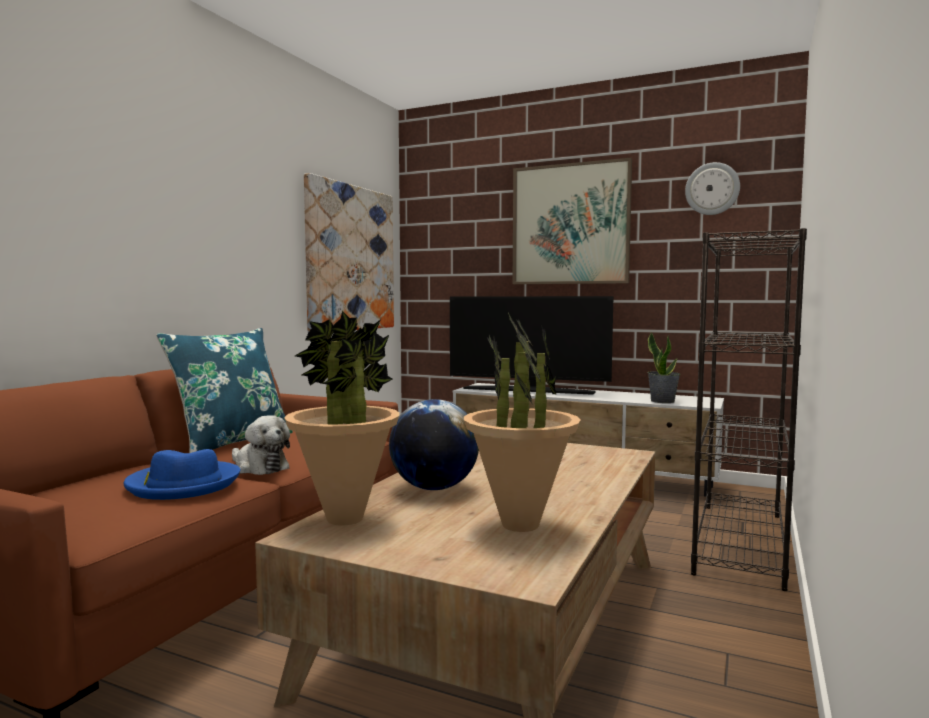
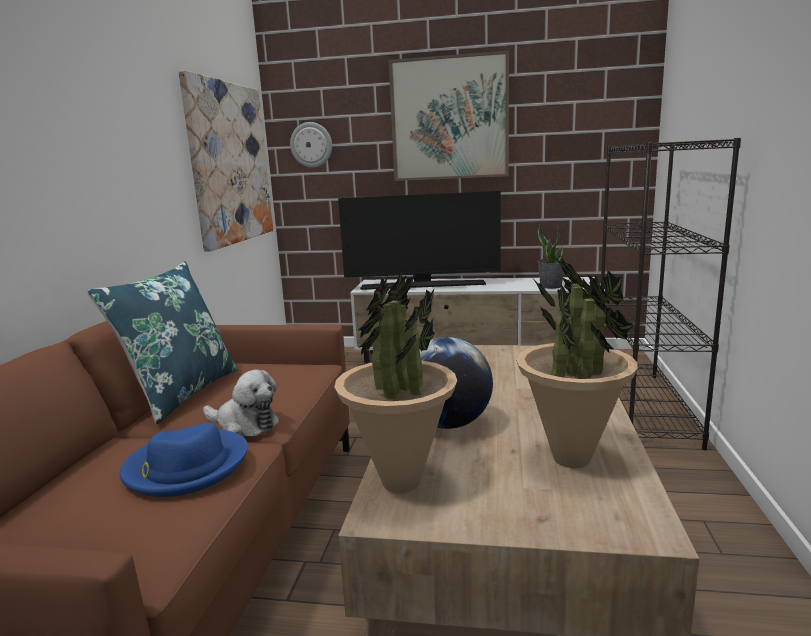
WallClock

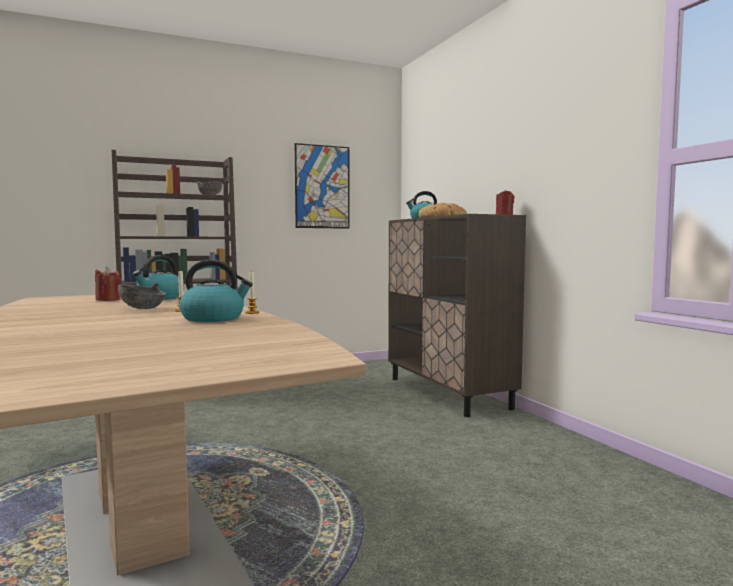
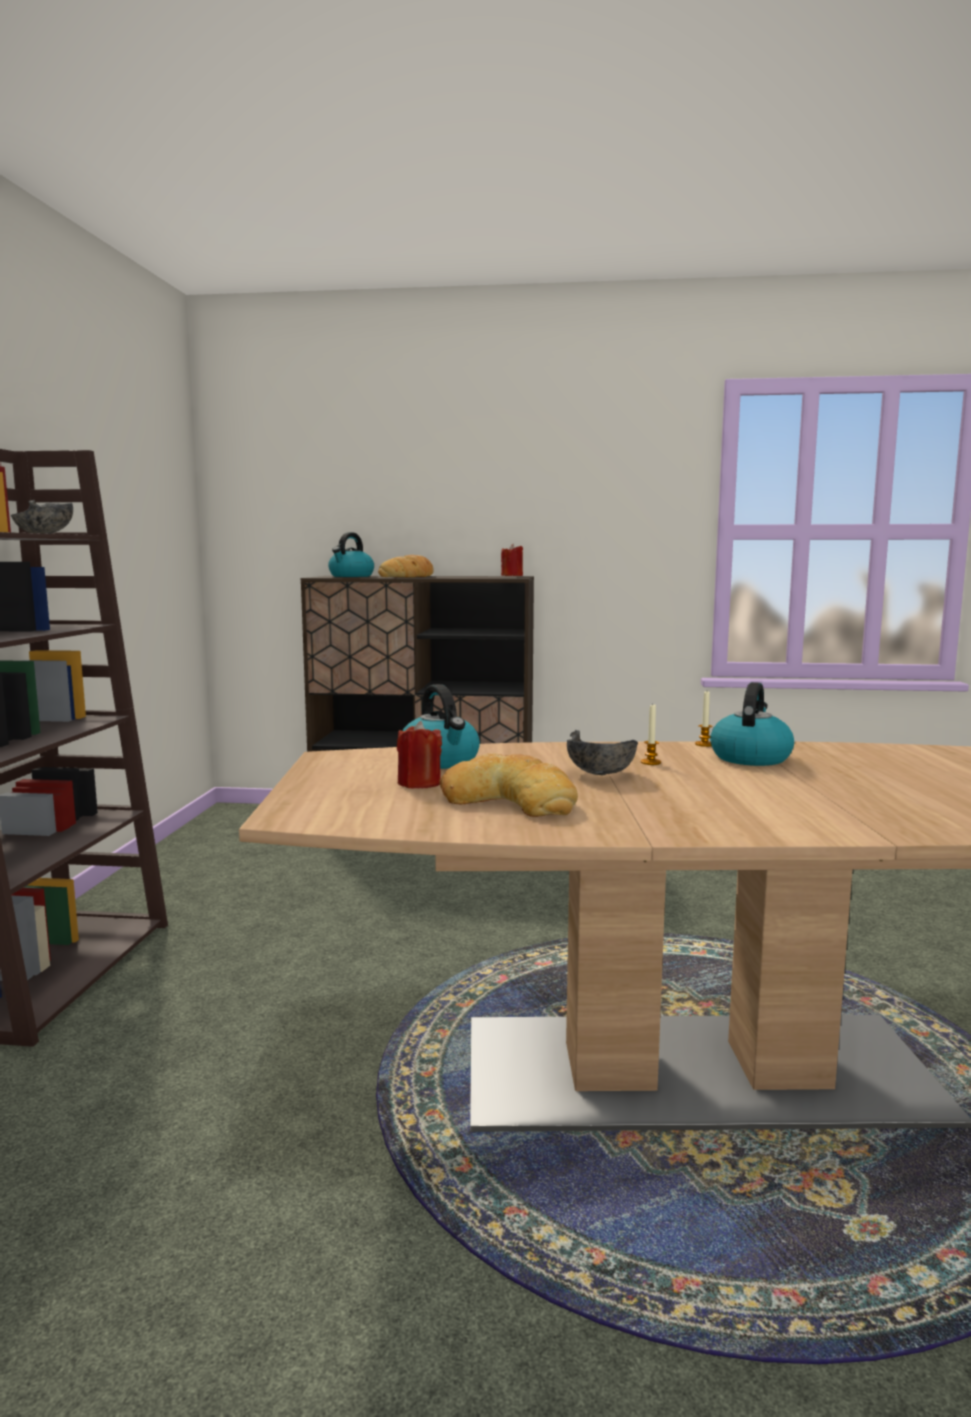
Bread (no. 2 from left)
Picture

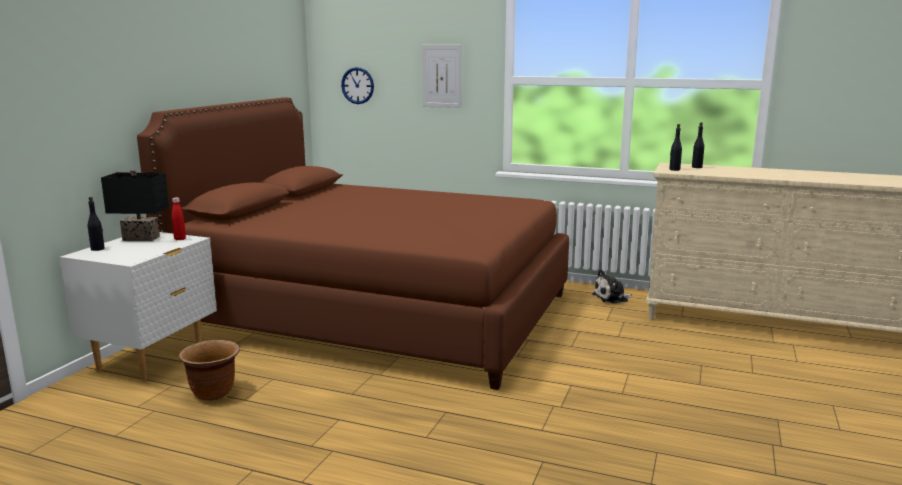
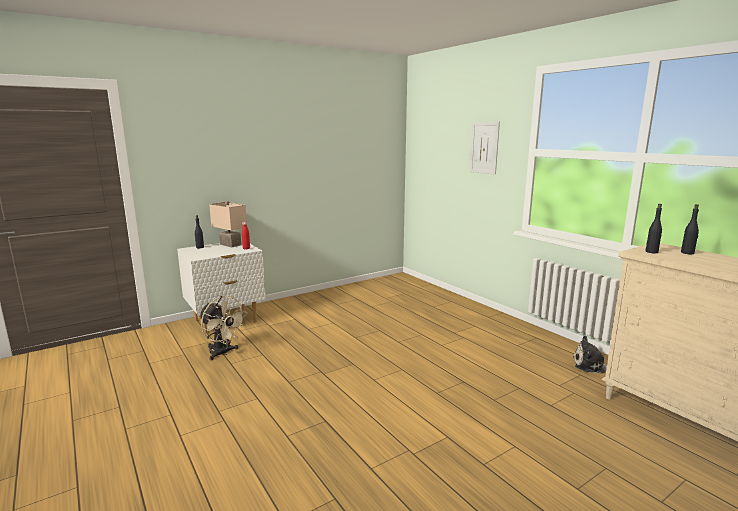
BeigeFan
BeigeTableLamp
BrownBed
WallClock

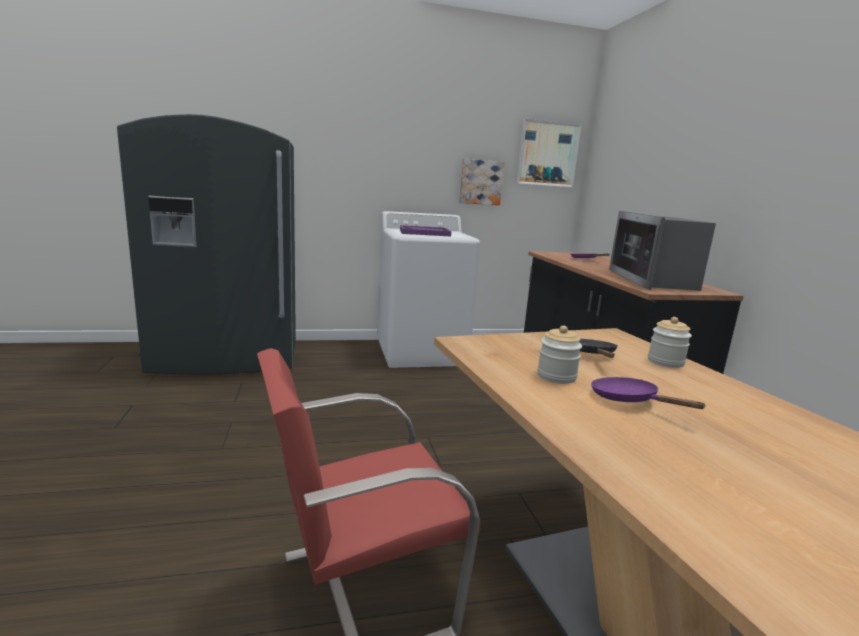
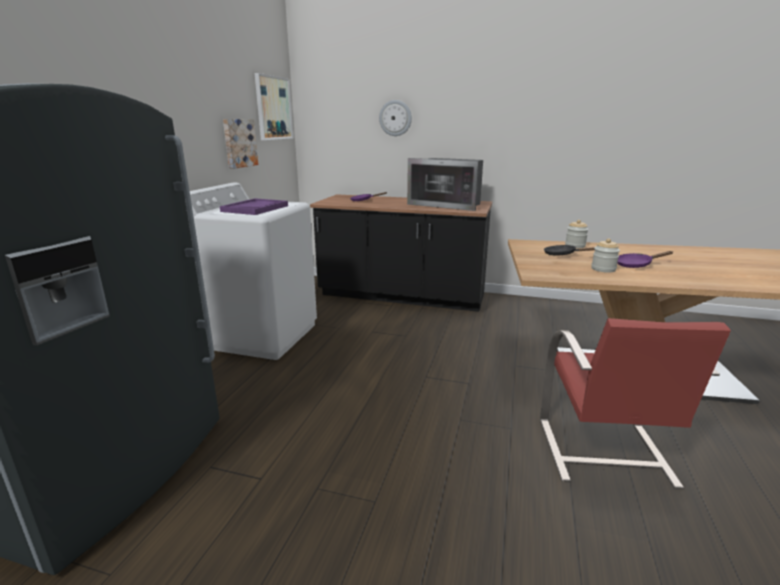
WallClock

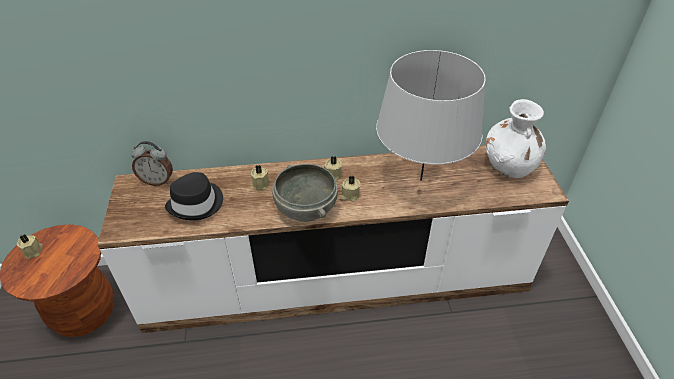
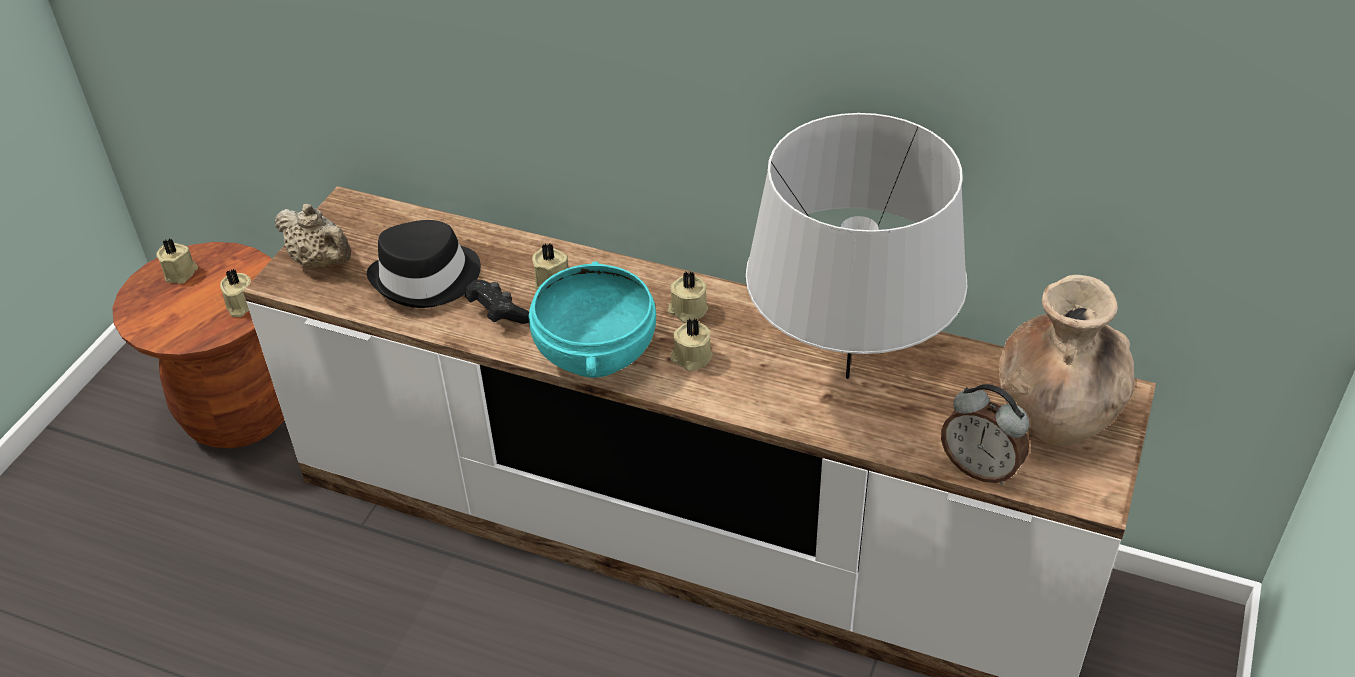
BeigeCandle (no. 2 from left)
BeigeTeapot
BlackGameController
TurquoiseBowl
AlarmClock
BrownVase

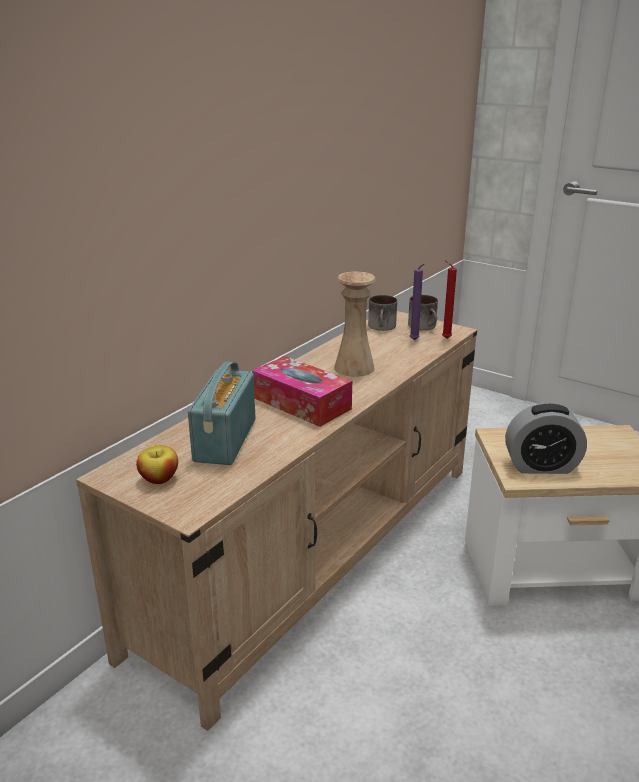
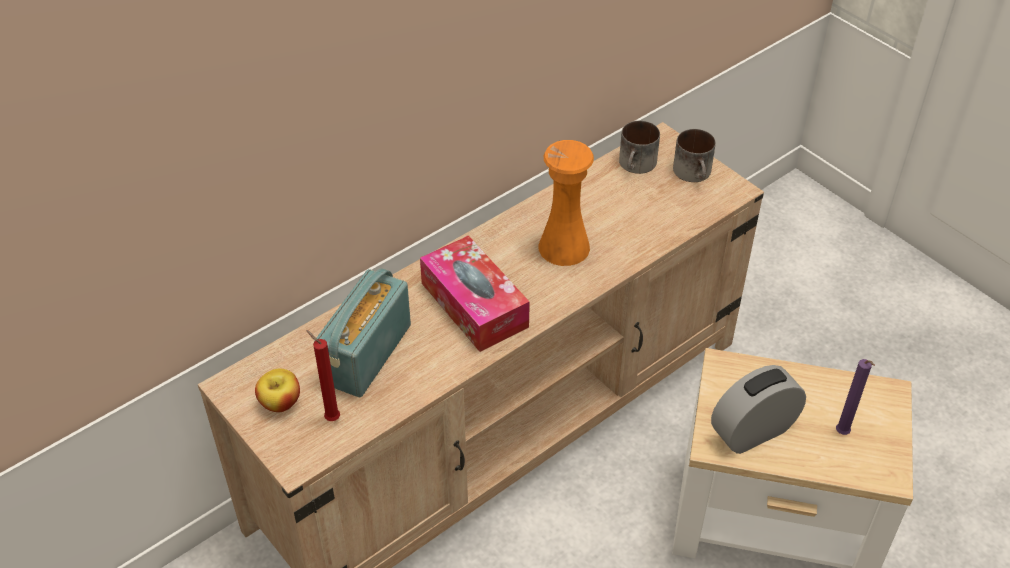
RedCandle
OrangeVase
AlarmClock
PurpleCandle

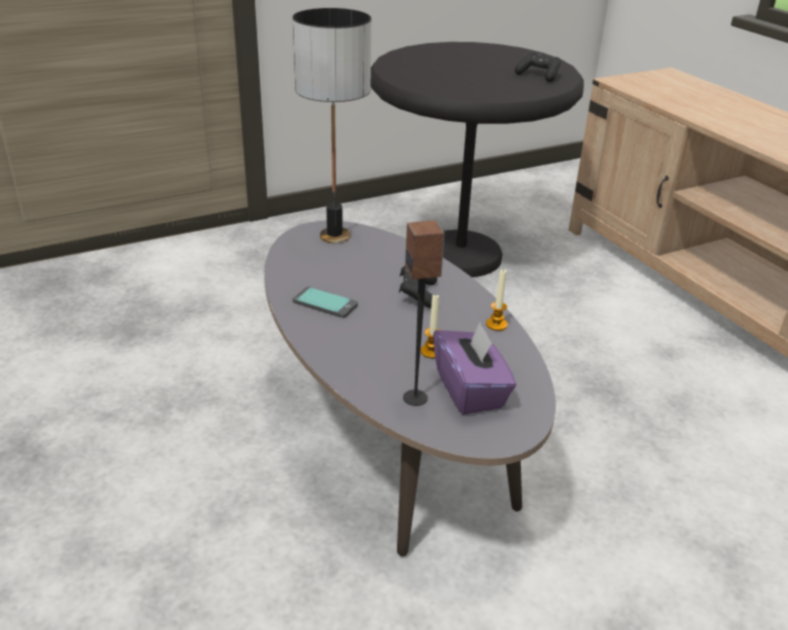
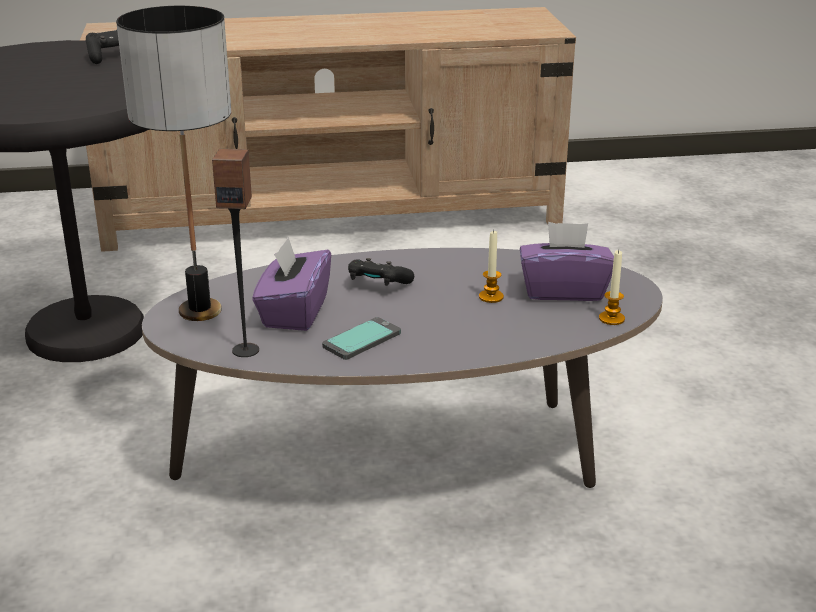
Speaker
PurpleTissueBox (no. 1 from left)
Candle (no. 2 from left)

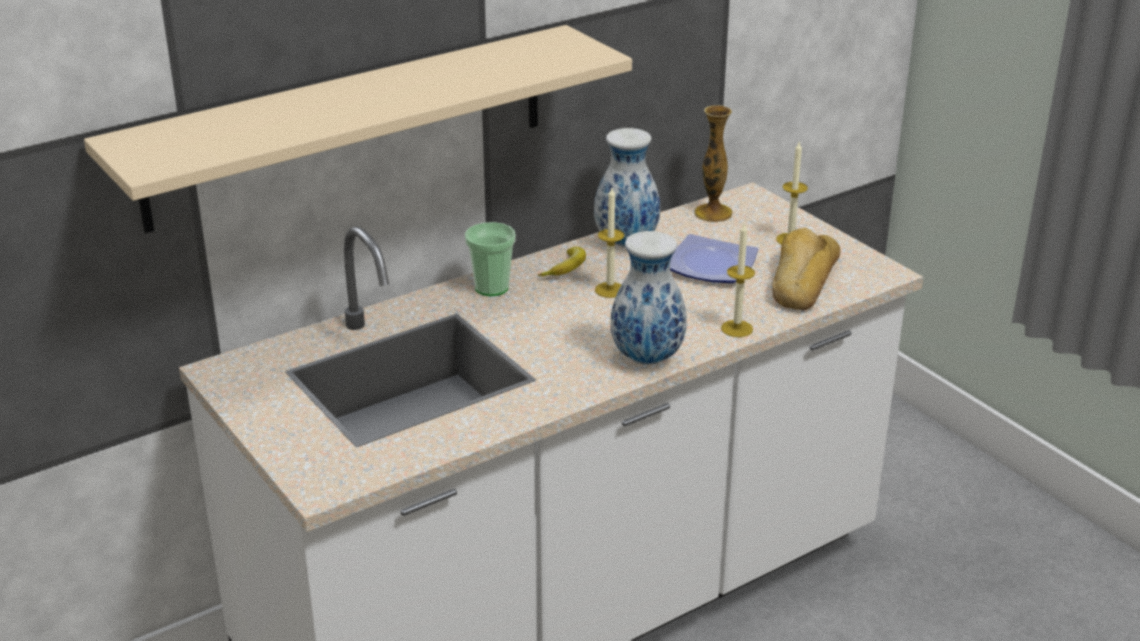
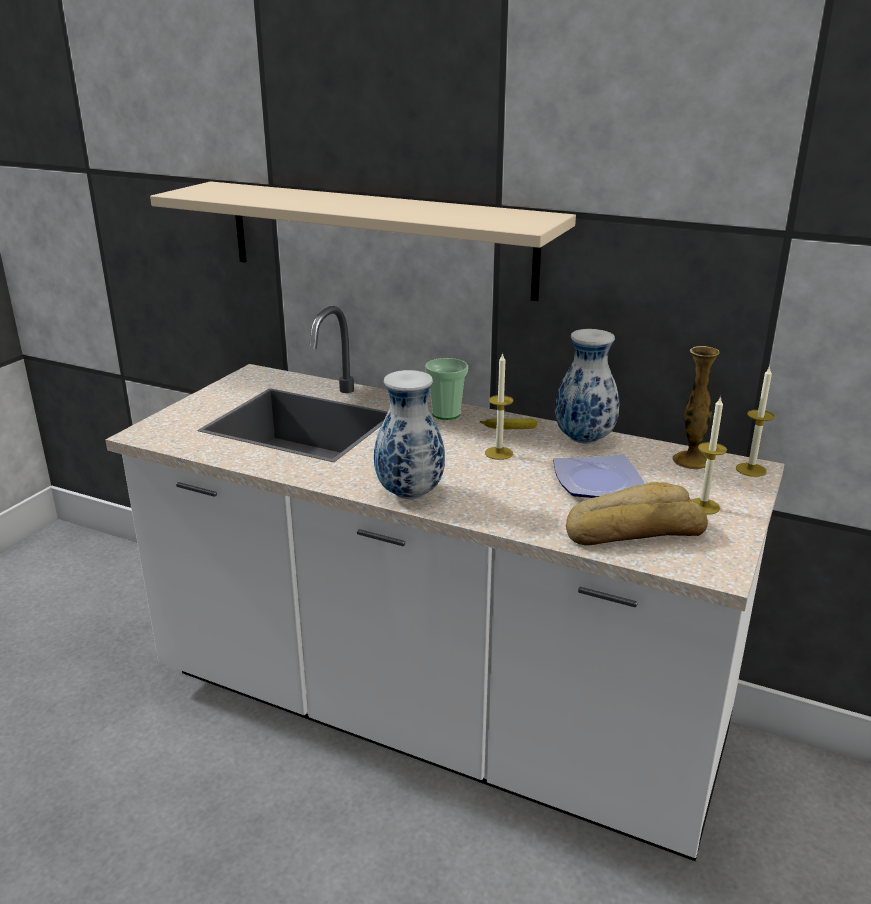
Candle (no. 3 from left)

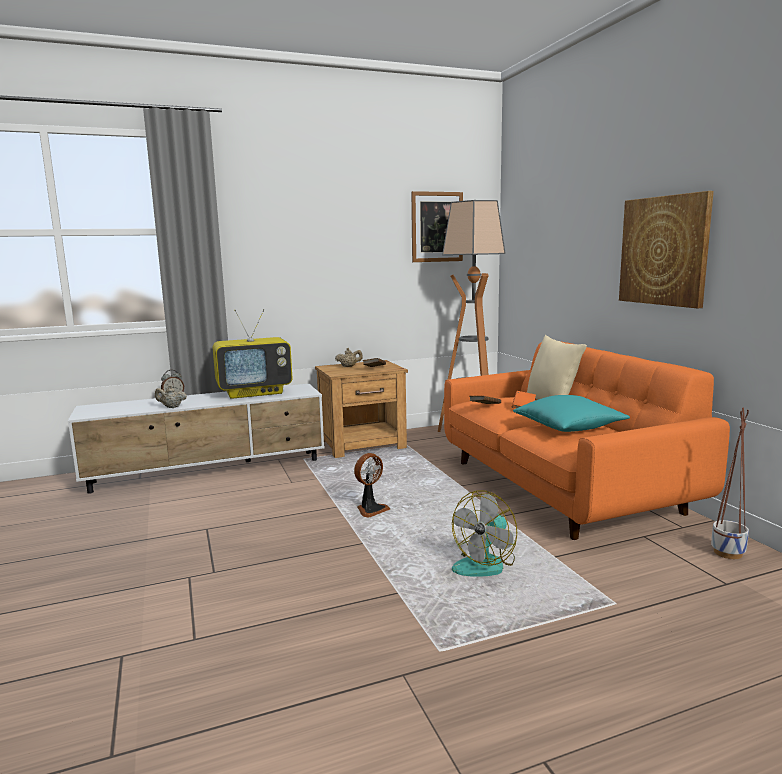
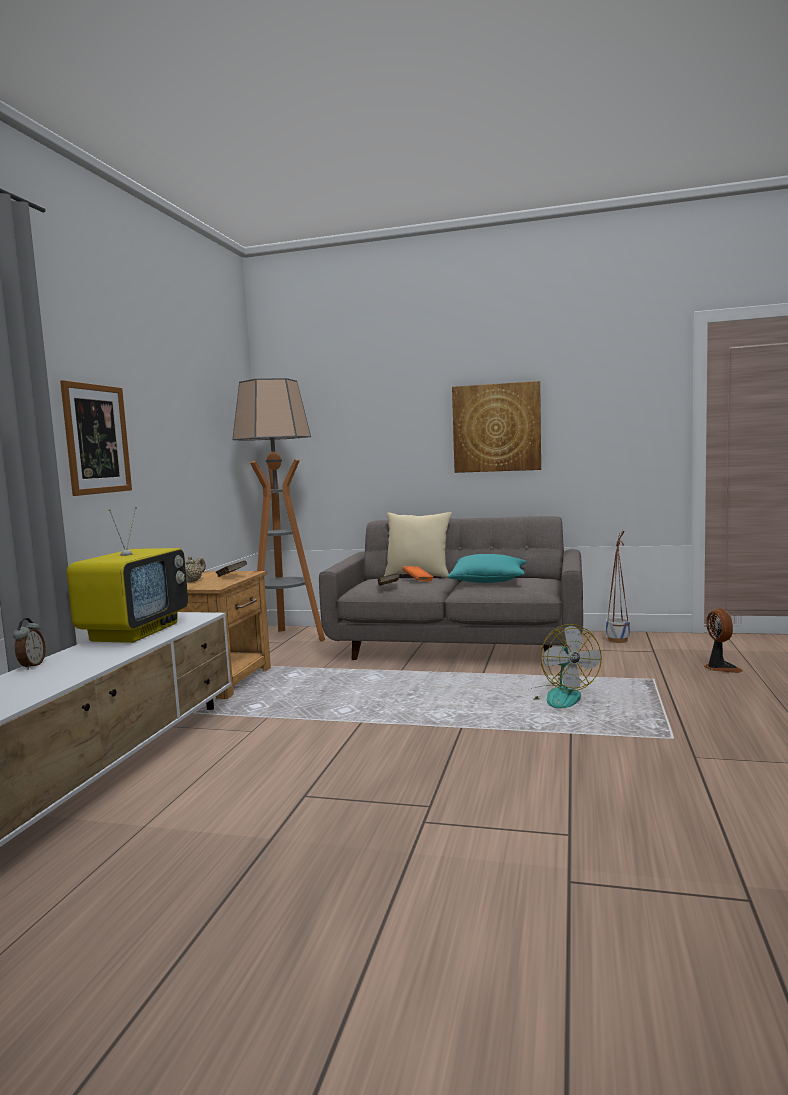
Picture (no. 1 from left)
GreySofa
Fan (no. 2 from left)
BeigeTeapot (no. 1 from left in the first image)

